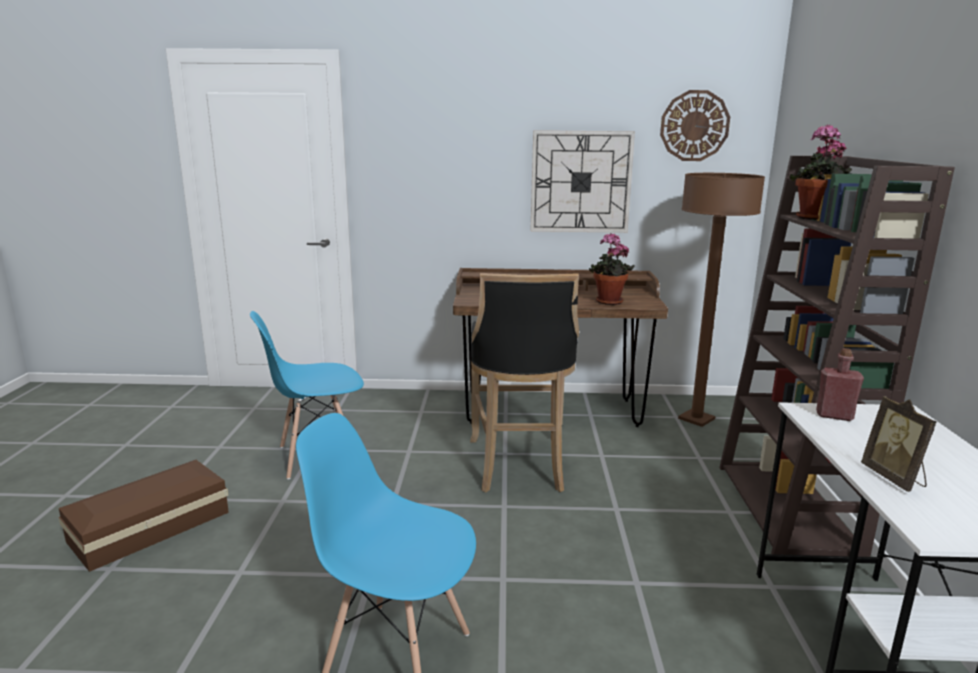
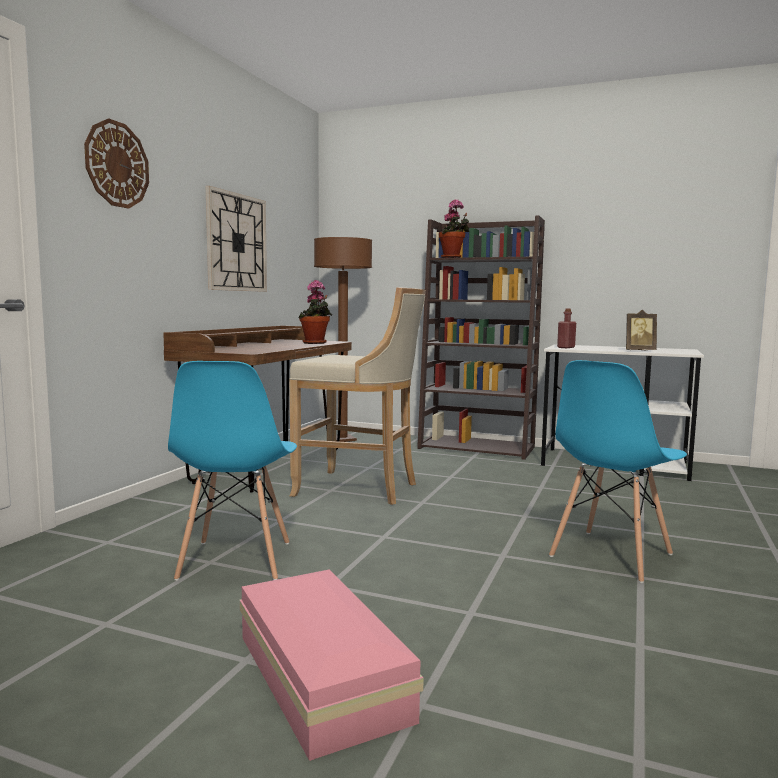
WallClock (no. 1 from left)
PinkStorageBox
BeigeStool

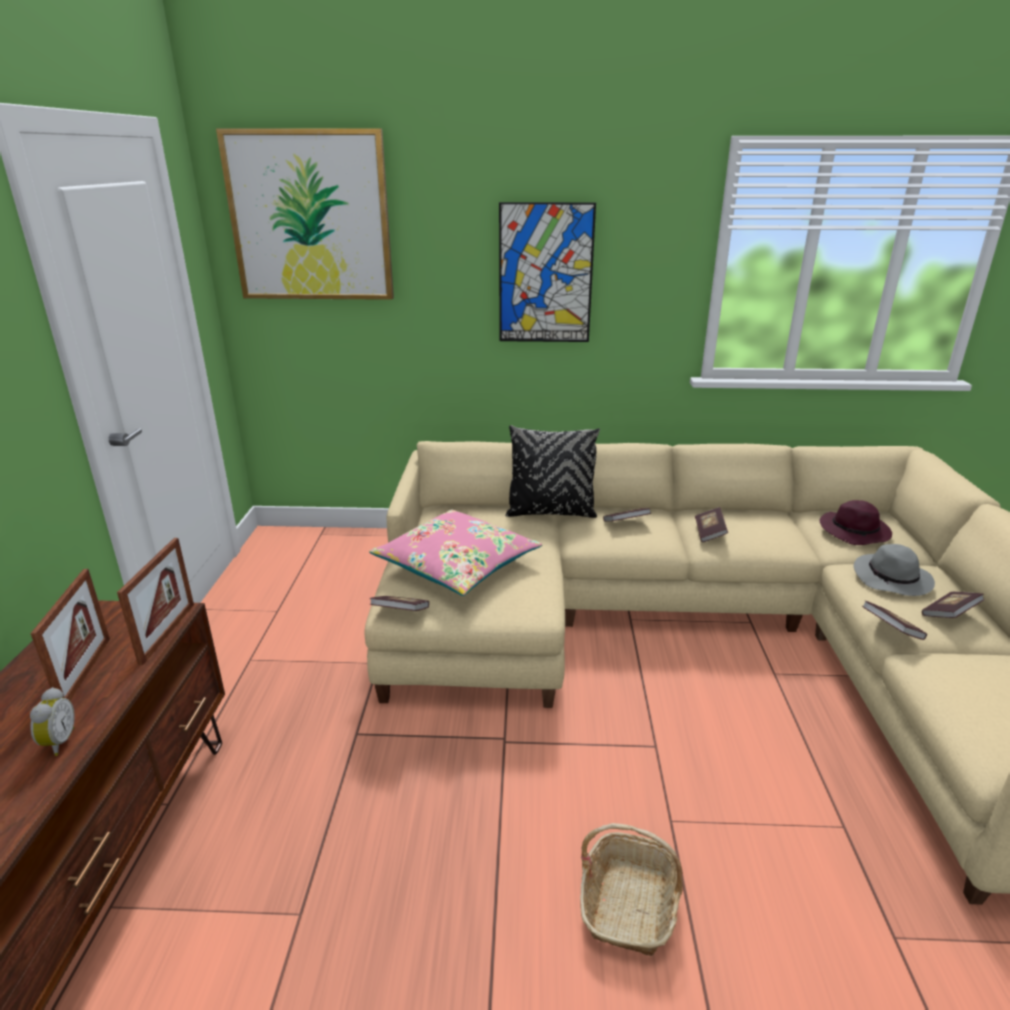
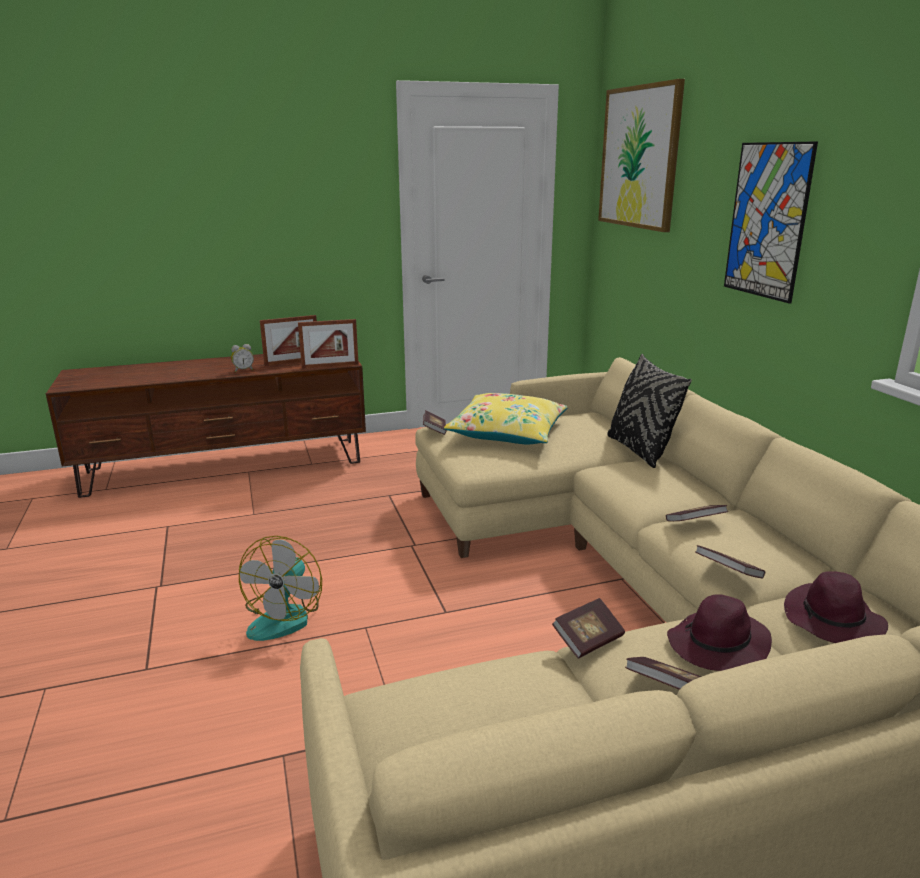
Fan
YellowPillow
PurpleHat (no. 1 from left)
Book (no. 5 from left)

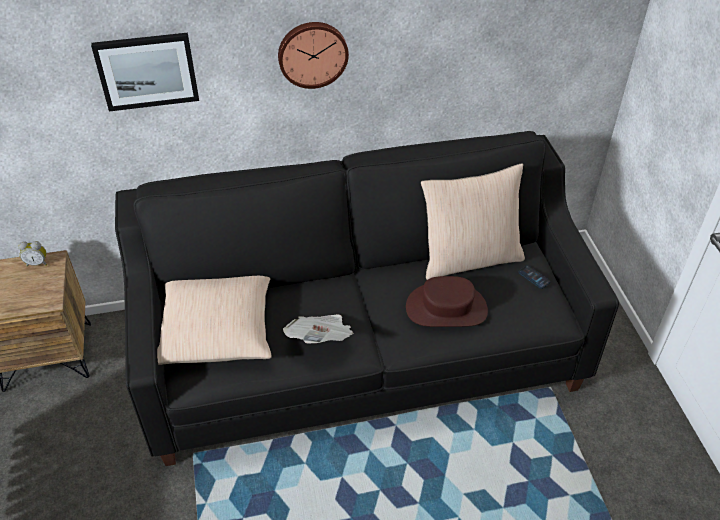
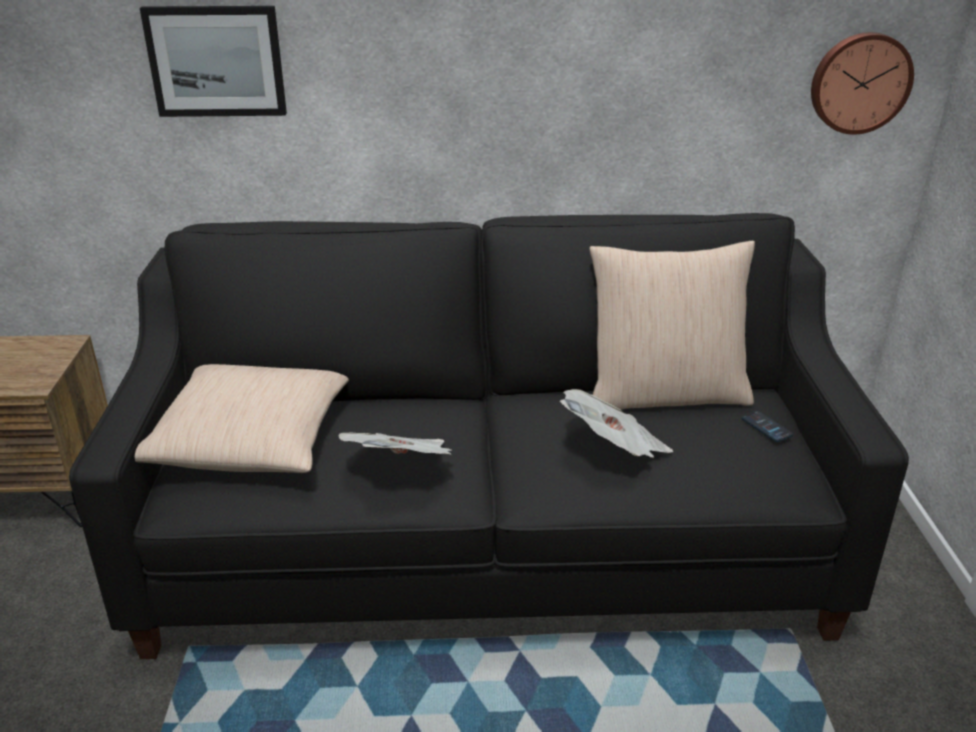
Newspaper (no. 2 from left)
WallClock
AlarmClock

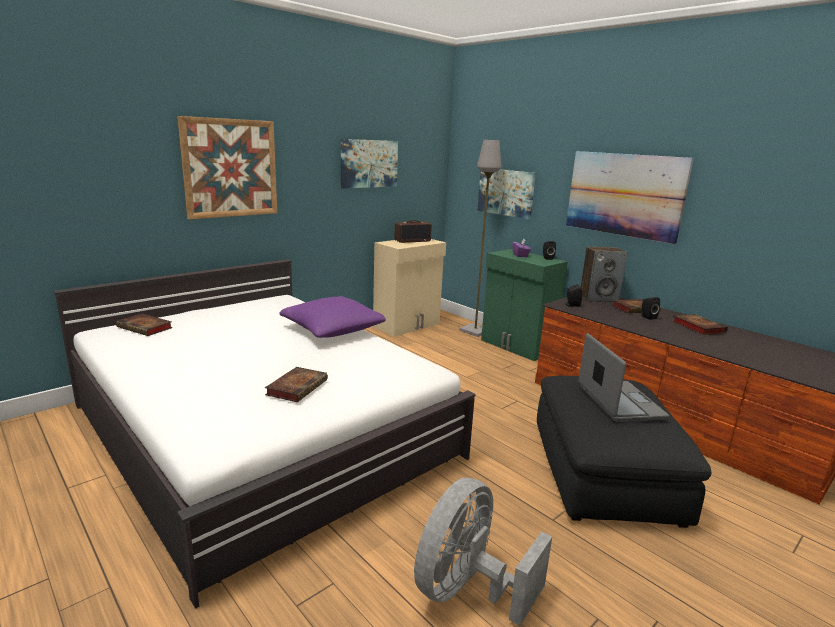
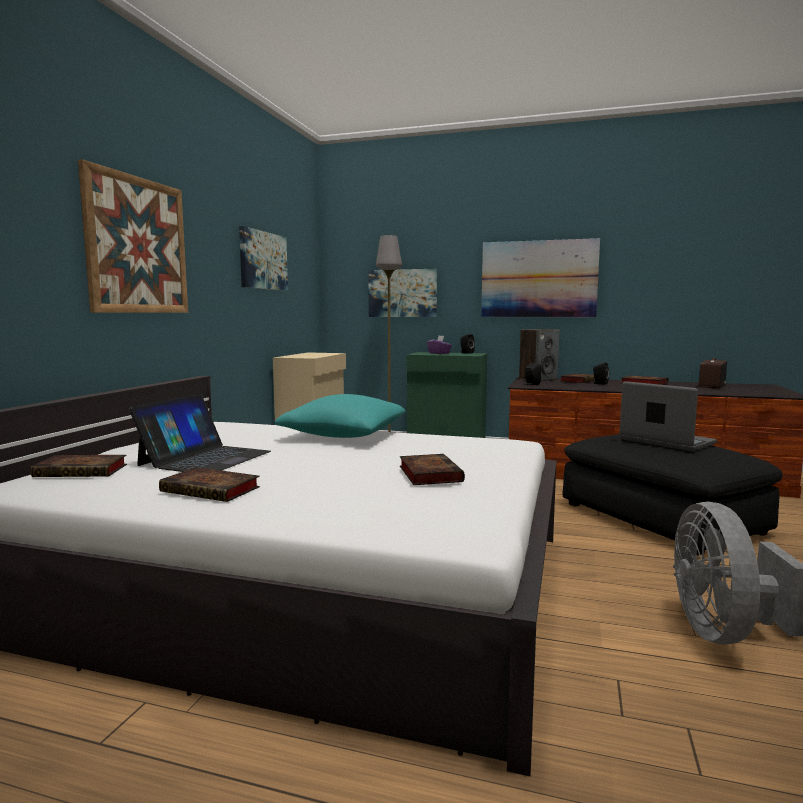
Laptop (no. 1 from left)
Book (no. 2 from left)
TurquoisePillow
Radio

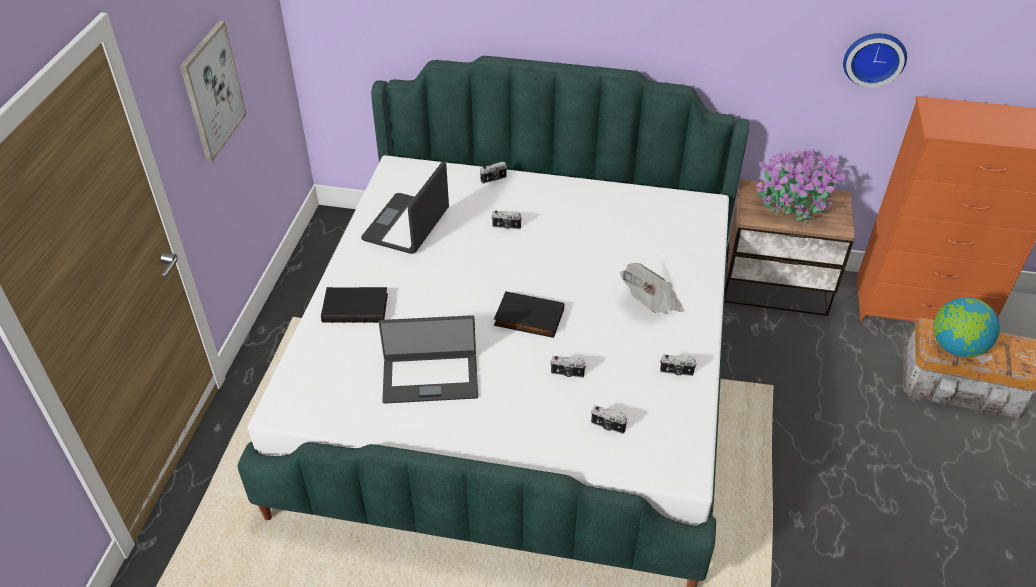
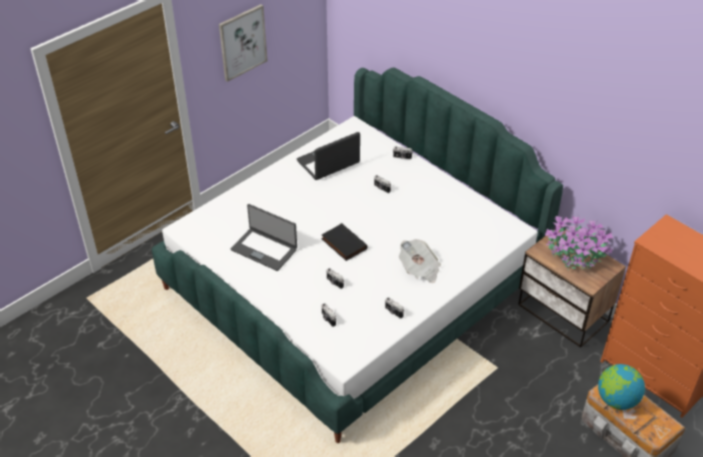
BlackBook (no. 1 from left in the first image)
WallClock

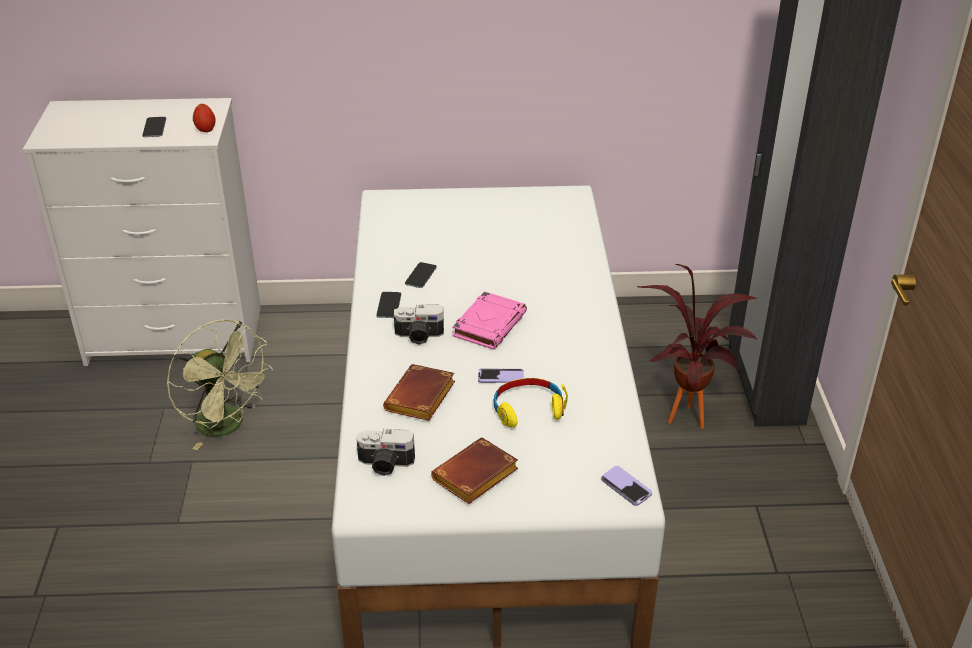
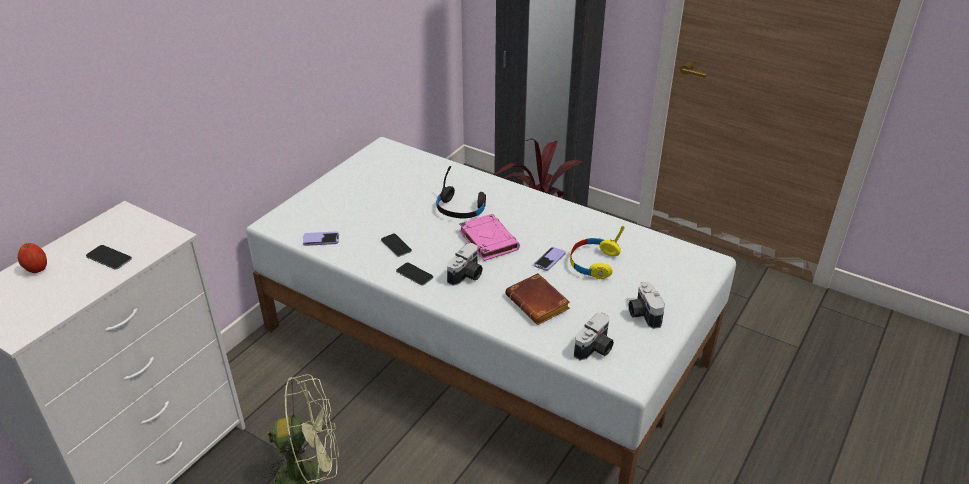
Apple
Phone (no. 2 from left)
BlackHeadphones
PhotoCamera (no. 3 from left)

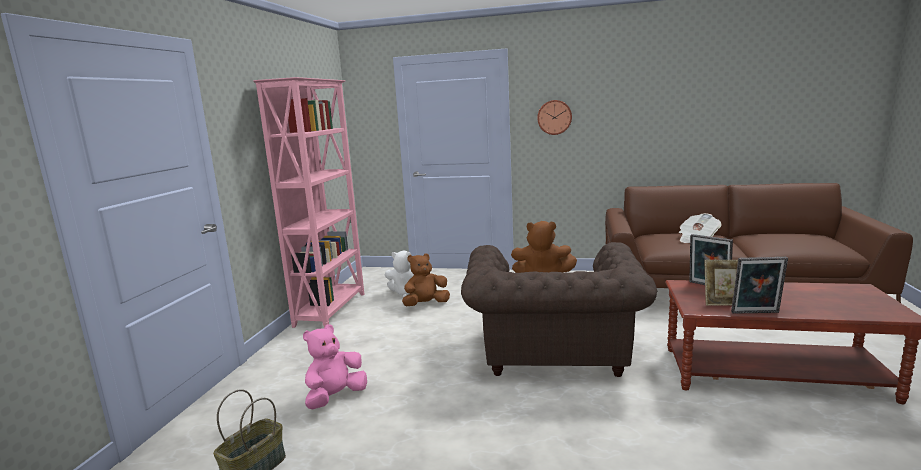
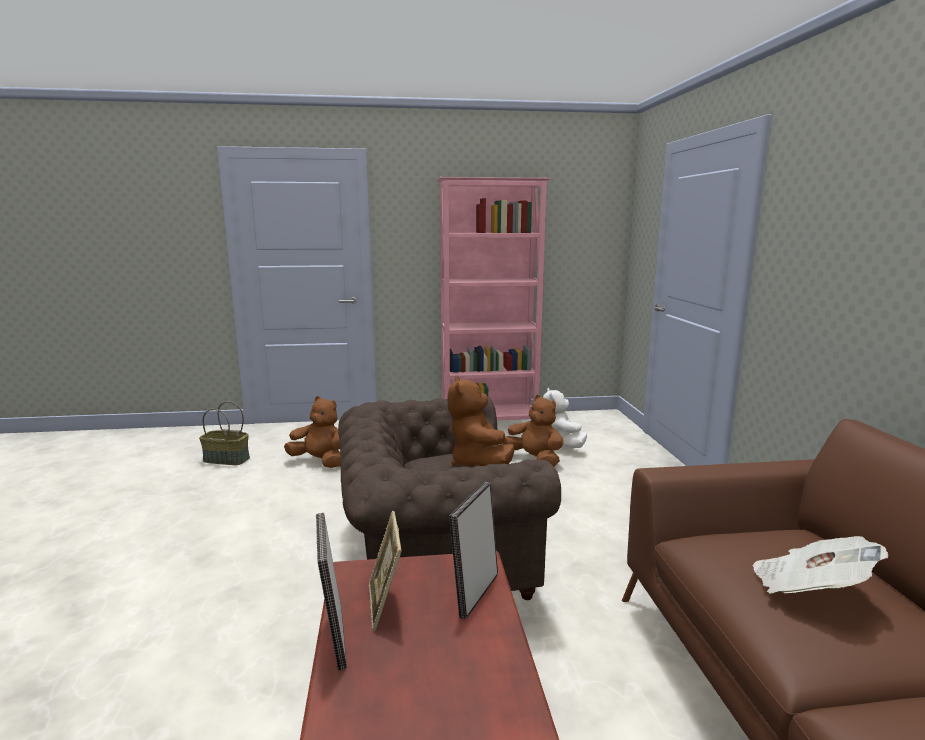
BrownPlushToy (no. 1 from left)
WallClock

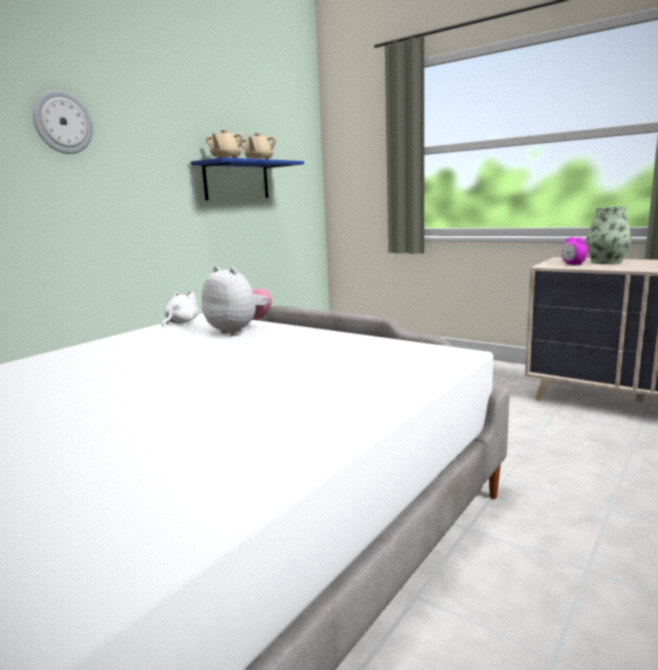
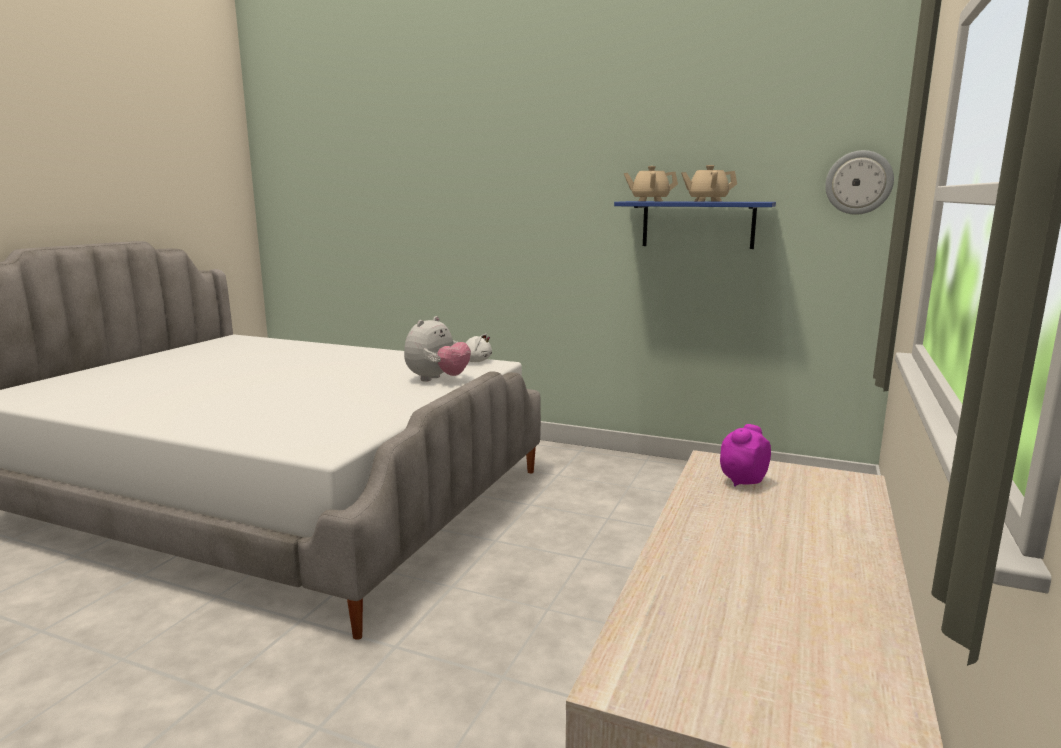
WallClock
Vase

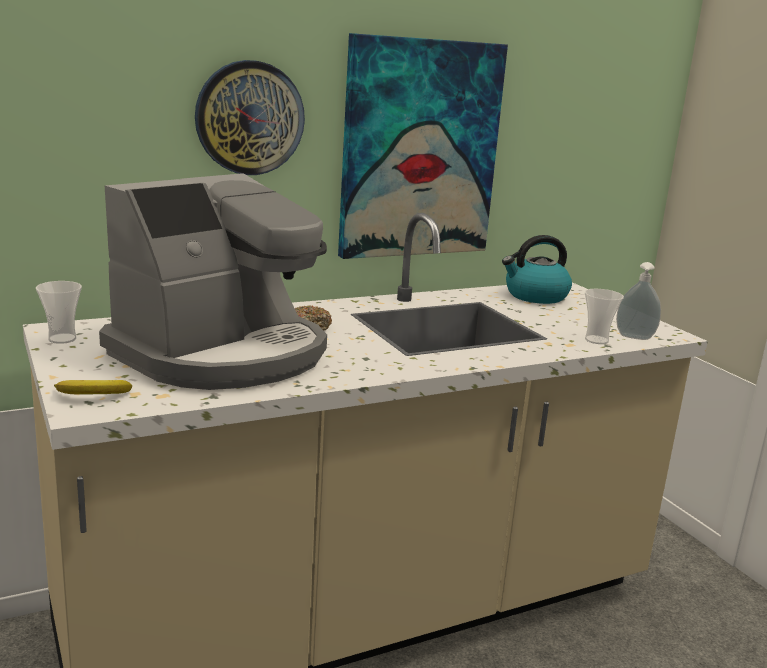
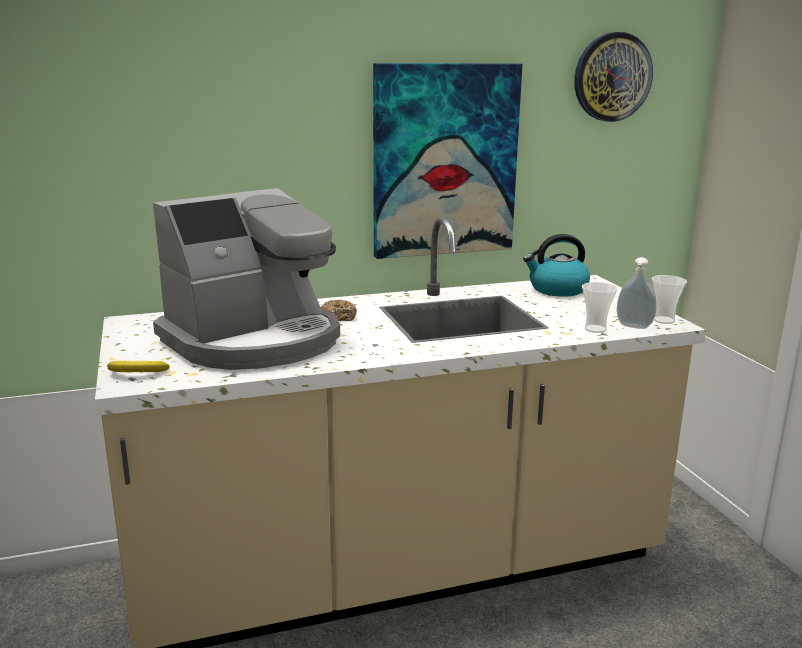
WallClock
Cup (no. 2 from left)

